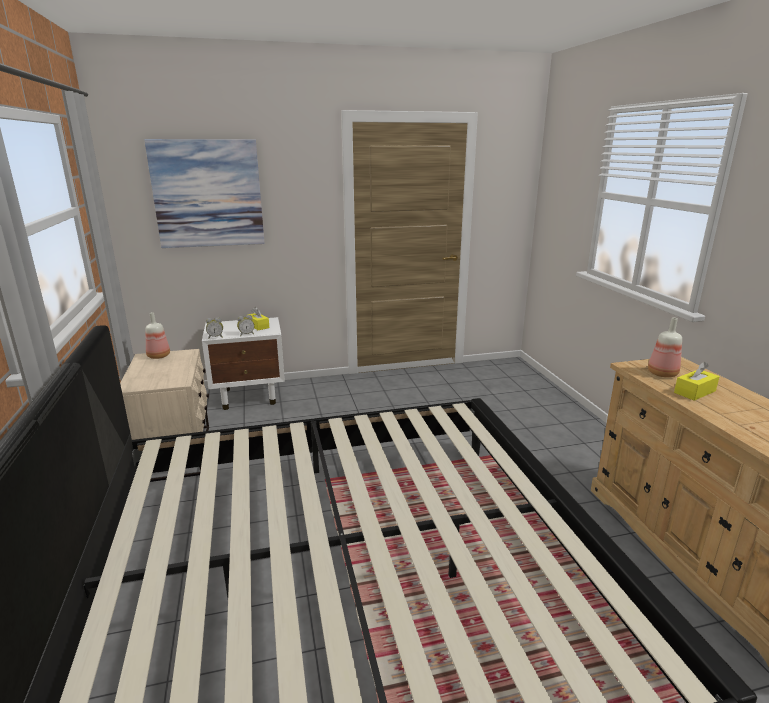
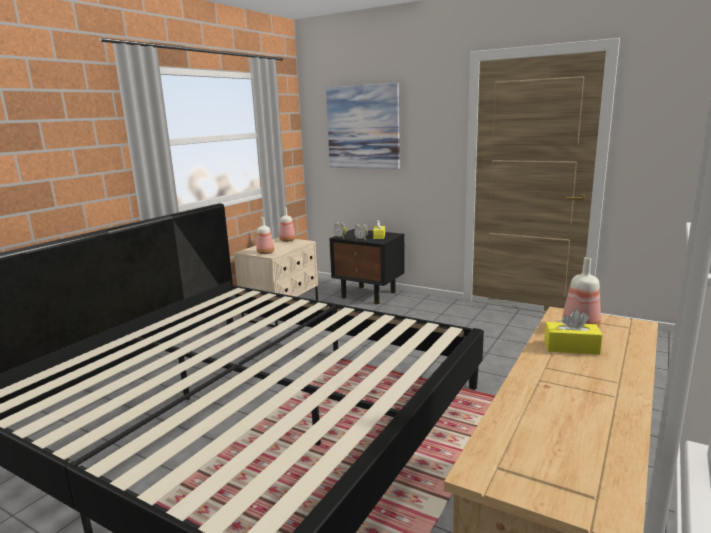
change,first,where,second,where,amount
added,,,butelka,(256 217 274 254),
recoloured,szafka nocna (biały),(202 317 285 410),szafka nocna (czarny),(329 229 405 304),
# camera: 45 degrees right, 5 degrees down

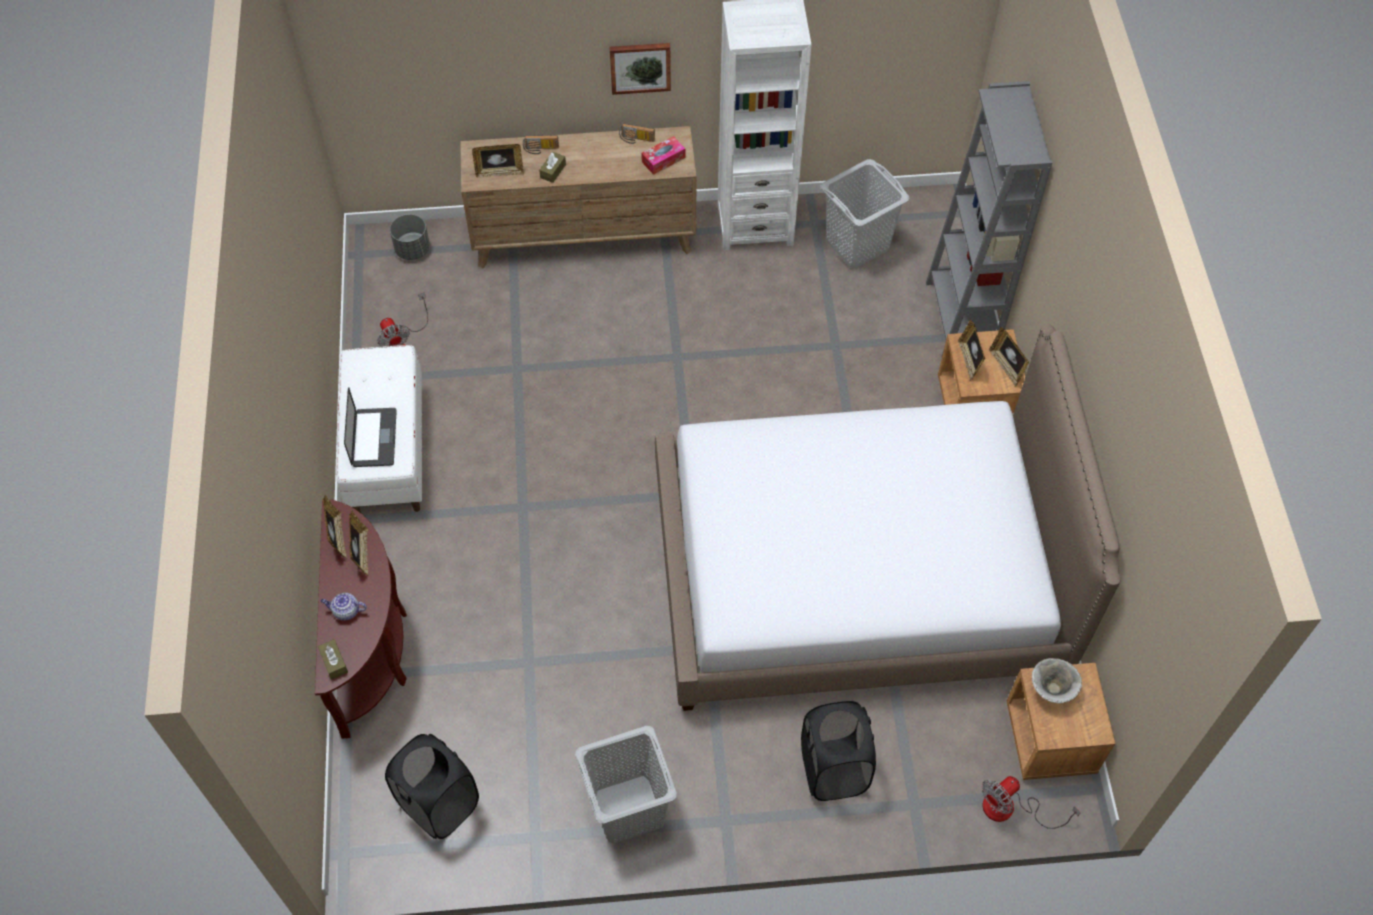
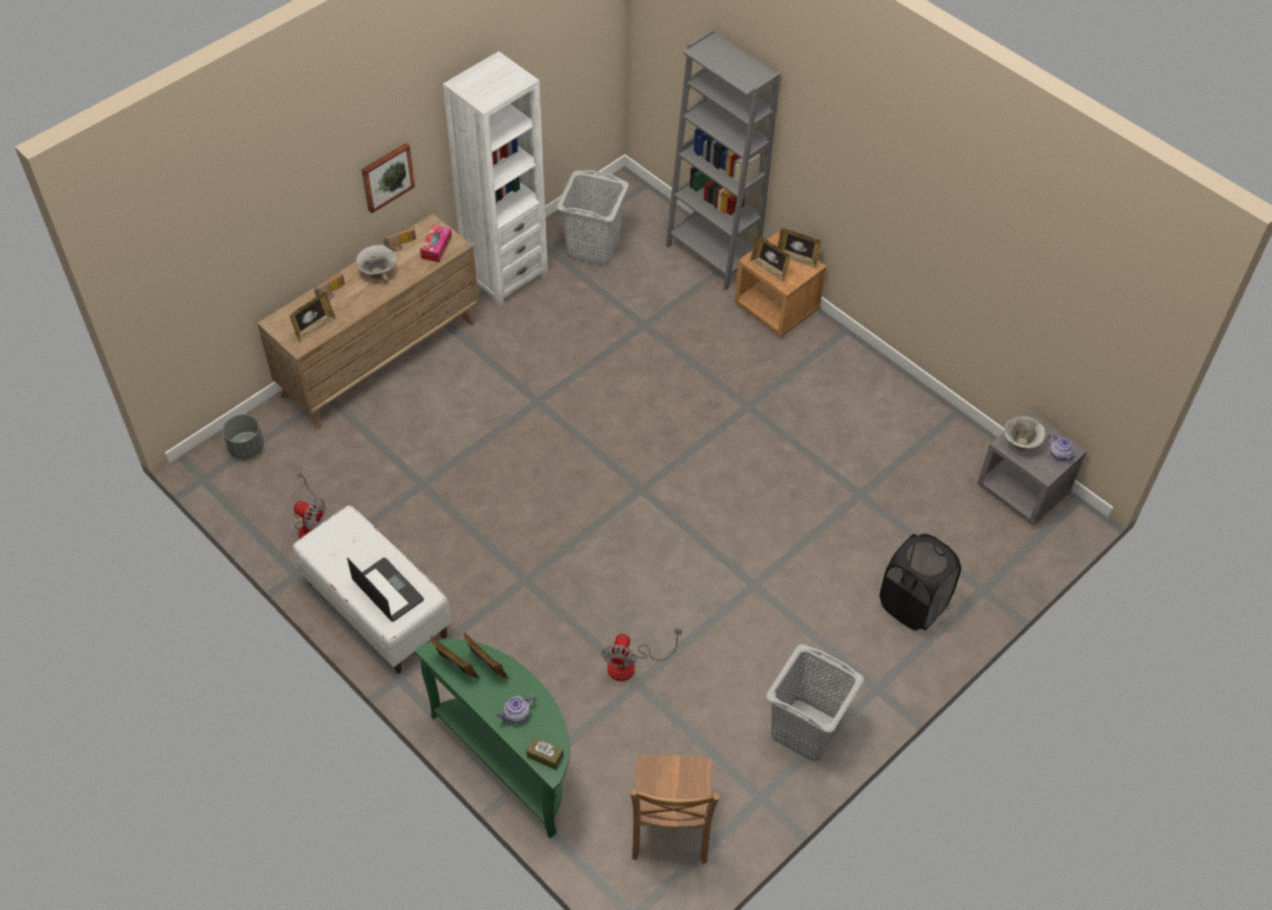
change,first,where,second,where,amount
added,,,miska,(356 245 396 282),
recoloured,stolik konsolowy (brązowy),(315 500 407 739),stolik konsolowy (zielony),(414 639 570 839),
moved,wentylator,(982 776 1081 829),,(601 628 682 681),
replaced,kosz na pranie (czarny),(385 734 479 839),krzesło (brązowy),(630 755 719 864),
recoloured,szafka nocna (brązowy),(1006 663 1115 780),szafka nocna (szary),(977 410 1087 526),
added,,,imbryk,(1048 434 1077 461),
removed,pudełko chusteczek (brązowy),(539 152 566 183),,,
removed,łóżko,(655 324 1120 711),,,
# camera: 40 degrees left, 5 degrees down

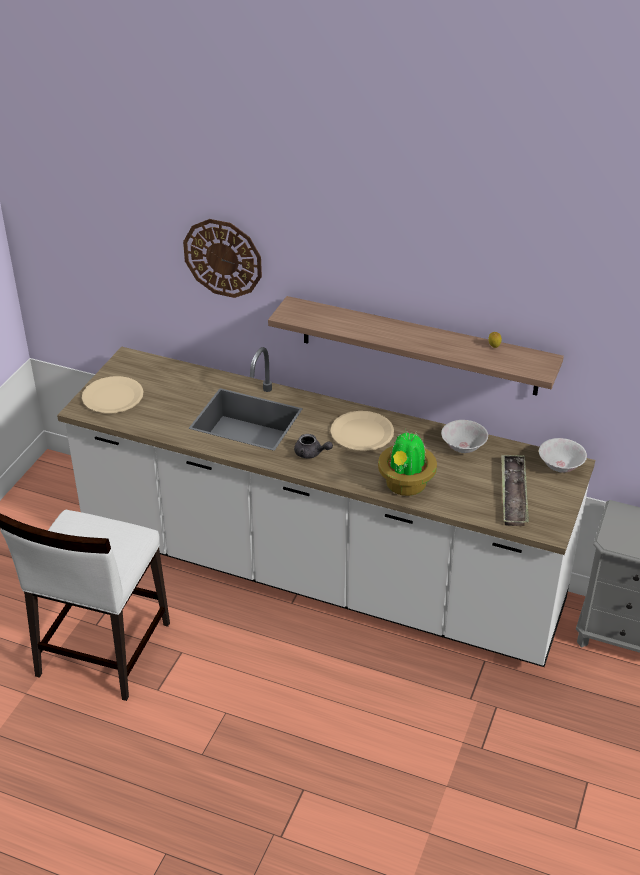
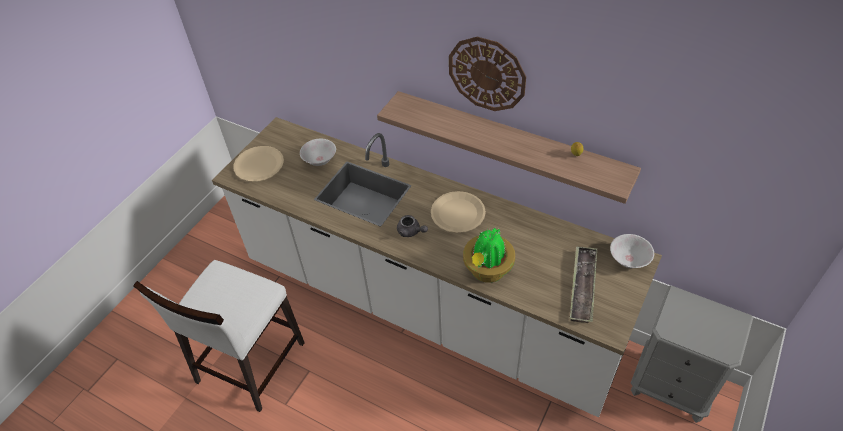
change,first,where,second,where,amount
moved,miska (biały),(441 420 488 453),,(300 139 336 166),
moved,zegar ścienny,(183 219 262 298),,(449 37 526 111),
# camera: 10 degrees right, 10 degrees up

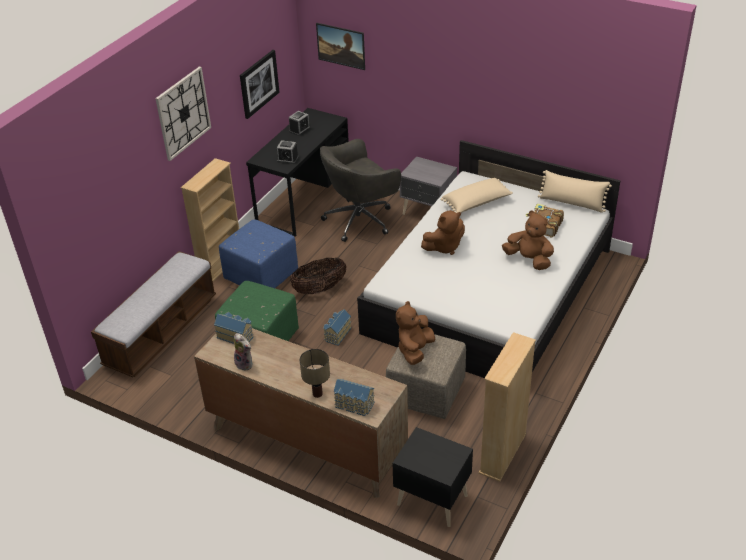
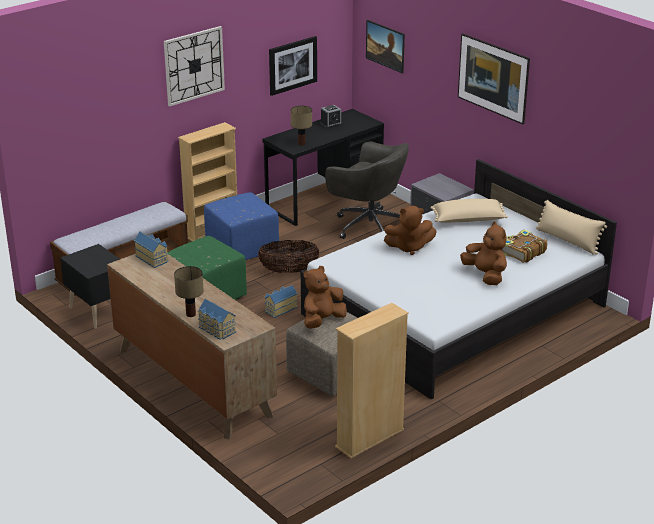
change,first,where,second,where,amount
moved,szafka nocna (czarny),(392 427 473 527),,(60 244 120 329),
replaced,budzik,(277 140 299 164),lampa stołowa,(291 106 312 146),
turned,krzesło biurowe (szary),(320 139 401 242),,(325 141 409 239),135 degrees counterclockwise
added,,,obraz,(458 34 530 124),
removed,pluszak,(234 333 253 371),,,
# camera: 20 degrees right, 10 degrees down

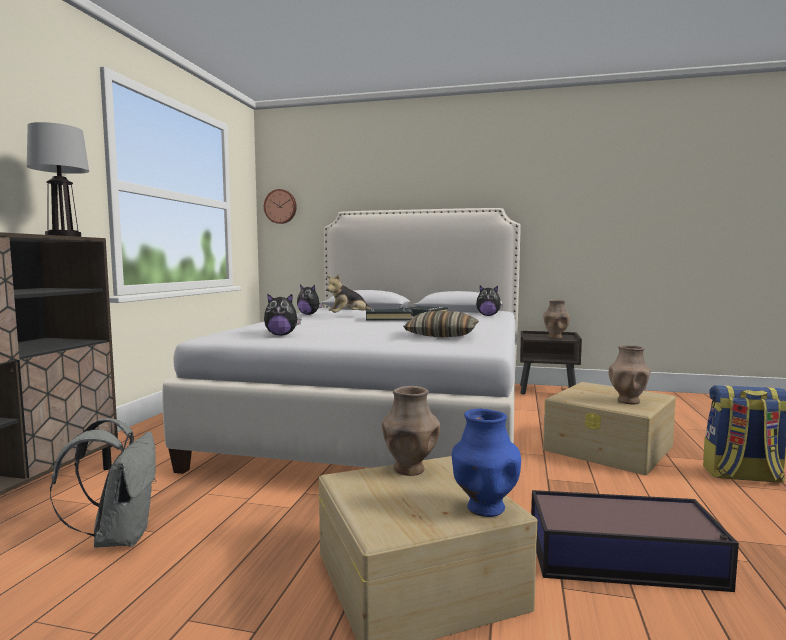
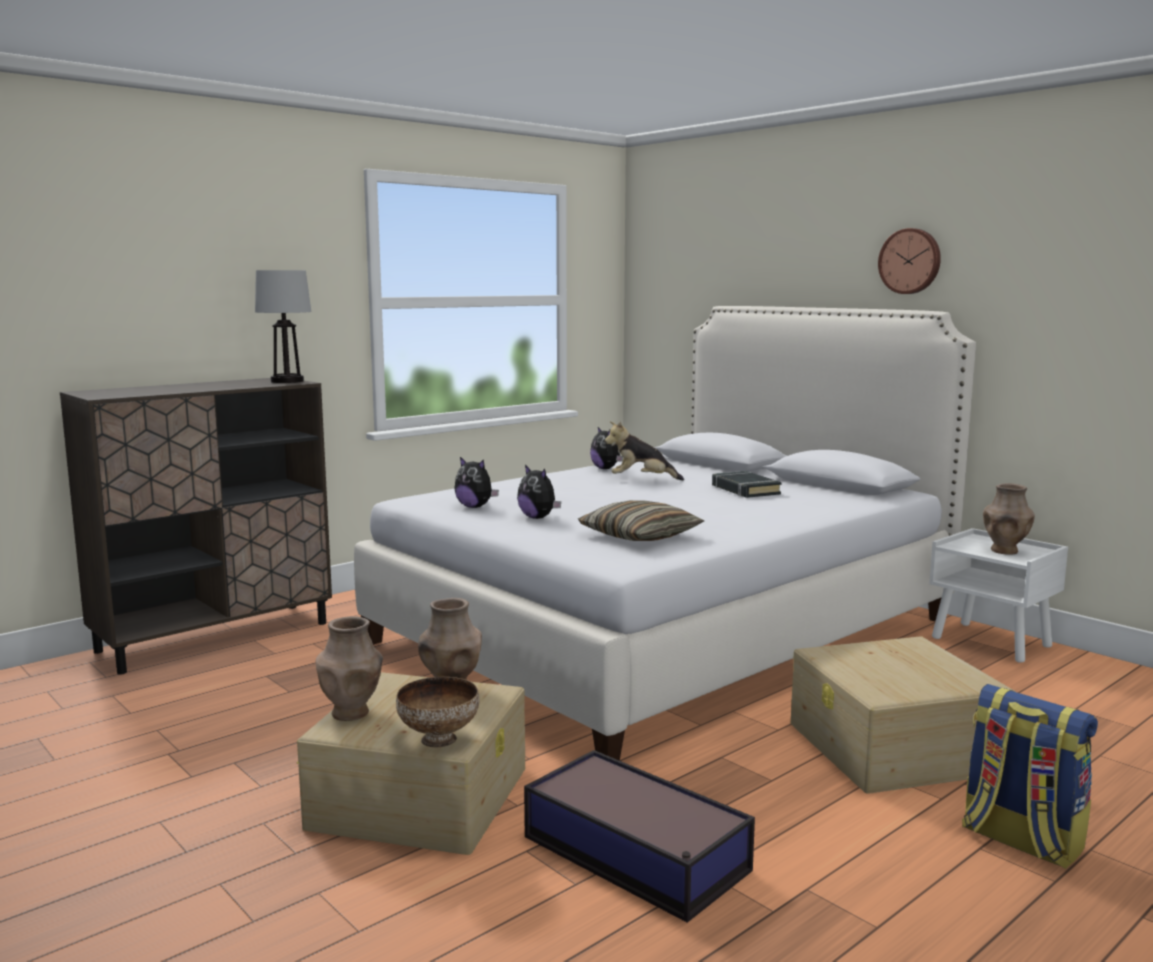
change,first,where,second,where,amount
moved,wazon (brązowy),(609 345 651 404),,(316 616 383 721),
replaced,wazon (niebieski),(452 409 521 517),miska,(396 677 479 747),
moved,pluszak,(476 286 503 316),,(517 465 561 519),
moved,zegar ścienny,(264 189 297 224),,(878 228 941 294),
recoloured,szafka nocna (brązowy),(520 331 582 394),szafka nocna (biały),(929 528 1068 663),
removed,plecak (szary),(50 418 157 547),,,
removed,książka (czarny),(366 309 412 321),,,
# camera: 35 degrees right, 5 degrees up

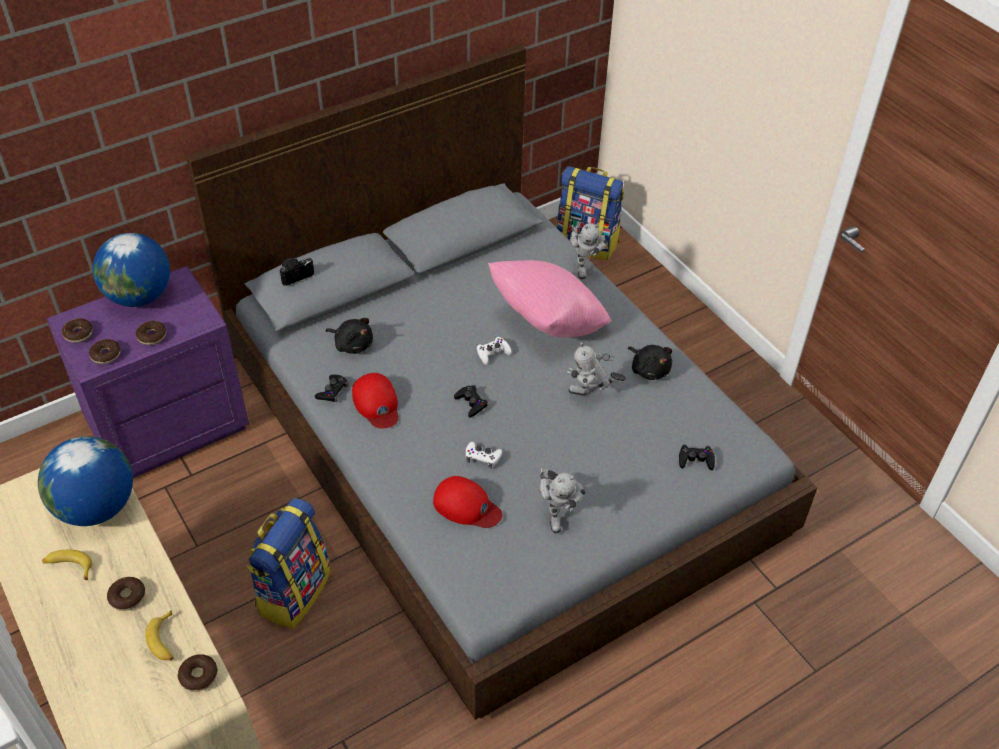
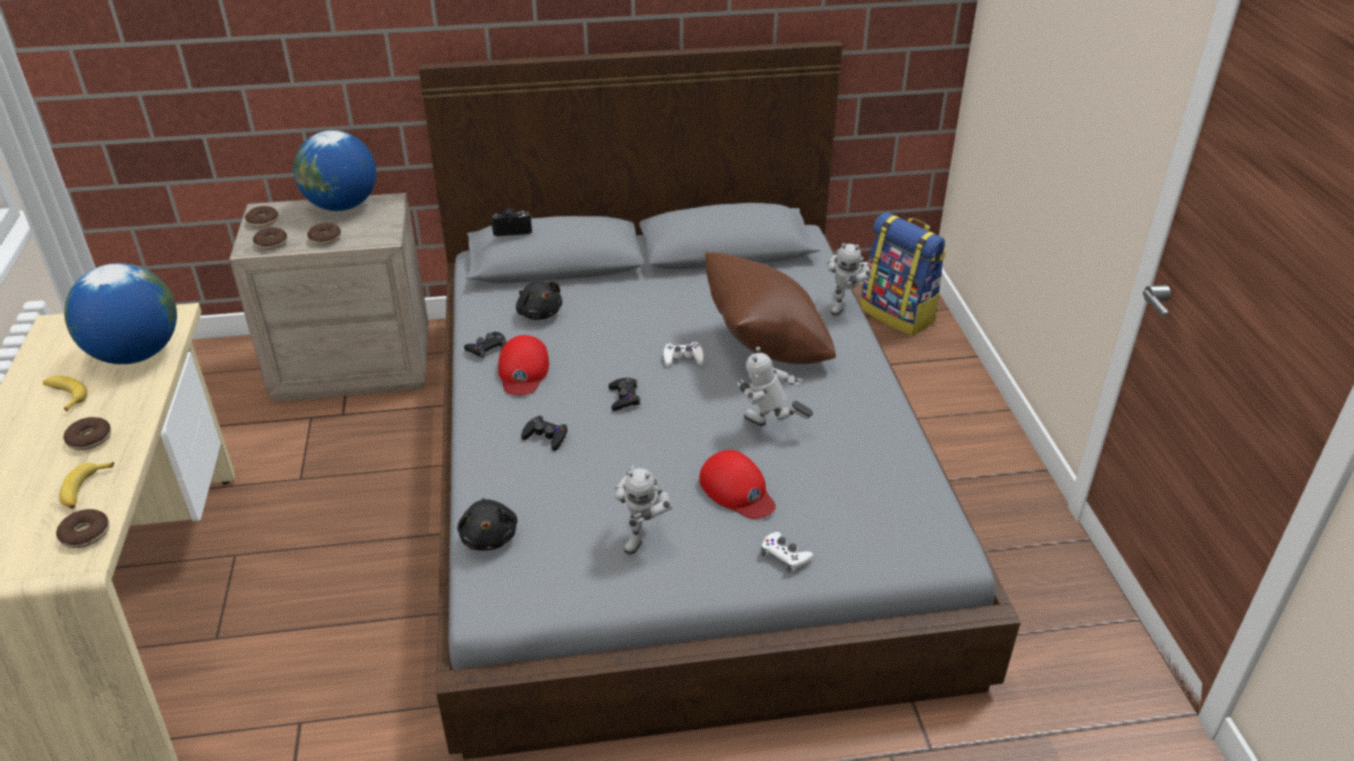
change,first,where,second,where,amount
recoloured,szafka nocna (fioletowy),(46 266 249 478),szafka nocna (beżowy),(229 193 429 402),
moved,pluszak (czarny),(628 345 672 380),,(457 498 517 551),
moved,pad do gier (czarny),(679 444 715 470),,(521 416 567 451),
moved,czapka z daszkiem (czerwony),(433 476 502 528),,(699 450 776 519),
recoloured,poduszka (różowy),(488 260 611 337),poduszka (brązowy),(705 252 836 364),
moved,pad do gier (biały),(466 442 502 469),,(761 532 813 573),
removed,plecak,(246 498 331 629),,,
# camera: 25 degrees right, 10 degrees down

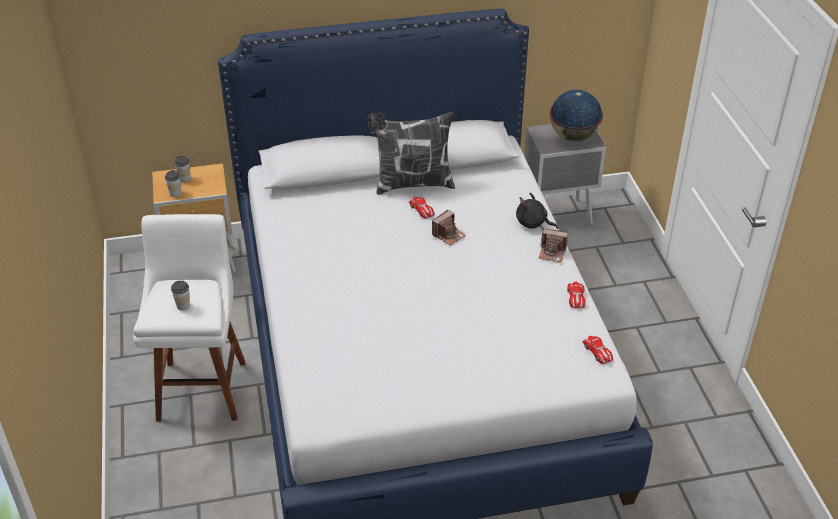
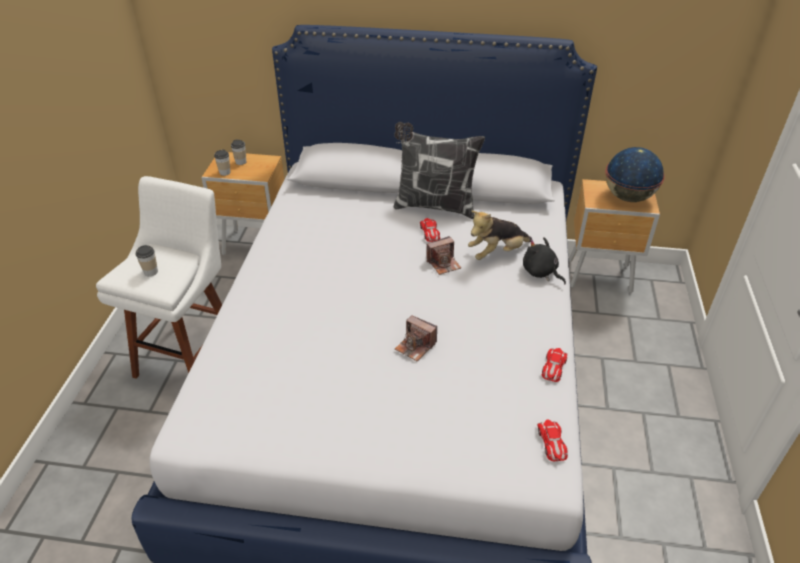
change,first,where,second,where,amount
moved,aparat fotograficzny,(539 229 568 263),,(395 315 437 361),
added,,,pluszak,(468 211 532 260),
recoloured,szafka nocna (szary),(524 124 606 225),szafka nocna (brązowy),(569 179 660 293),
# camera: 20 degrees right, 0 degrees up

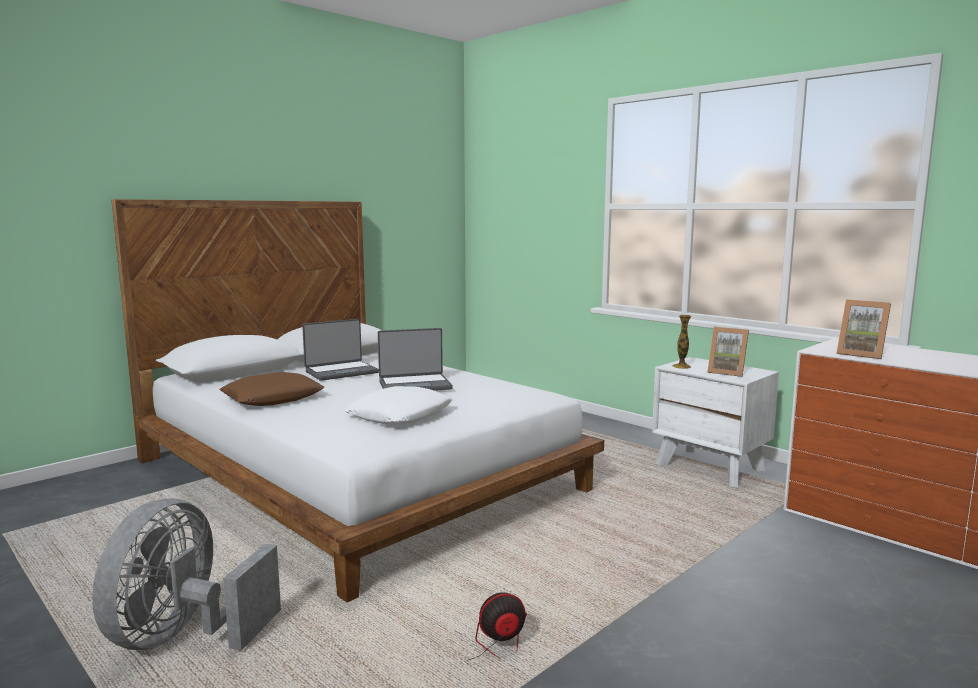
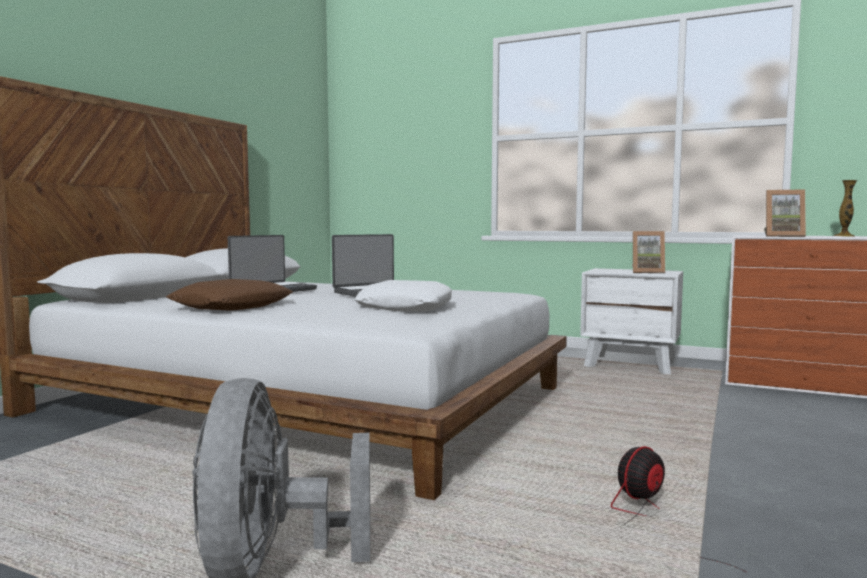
change,first,where,second,where,amount
moved,wazon,(673 315 692 369),,(833 180 857 237),
# camera: 20 degrees left, 5 degrees down

